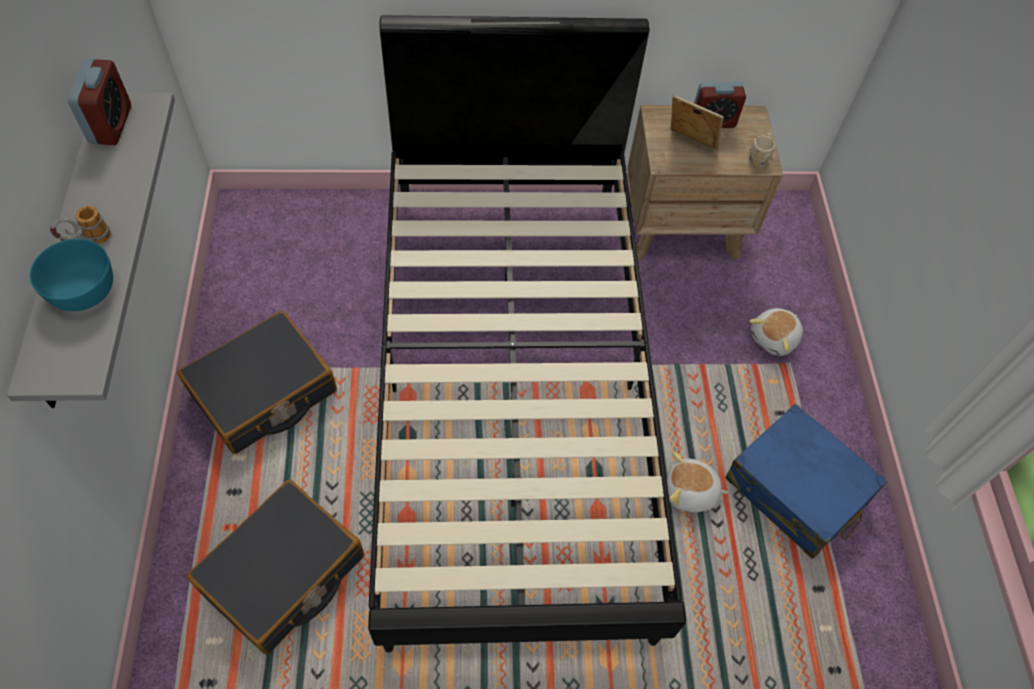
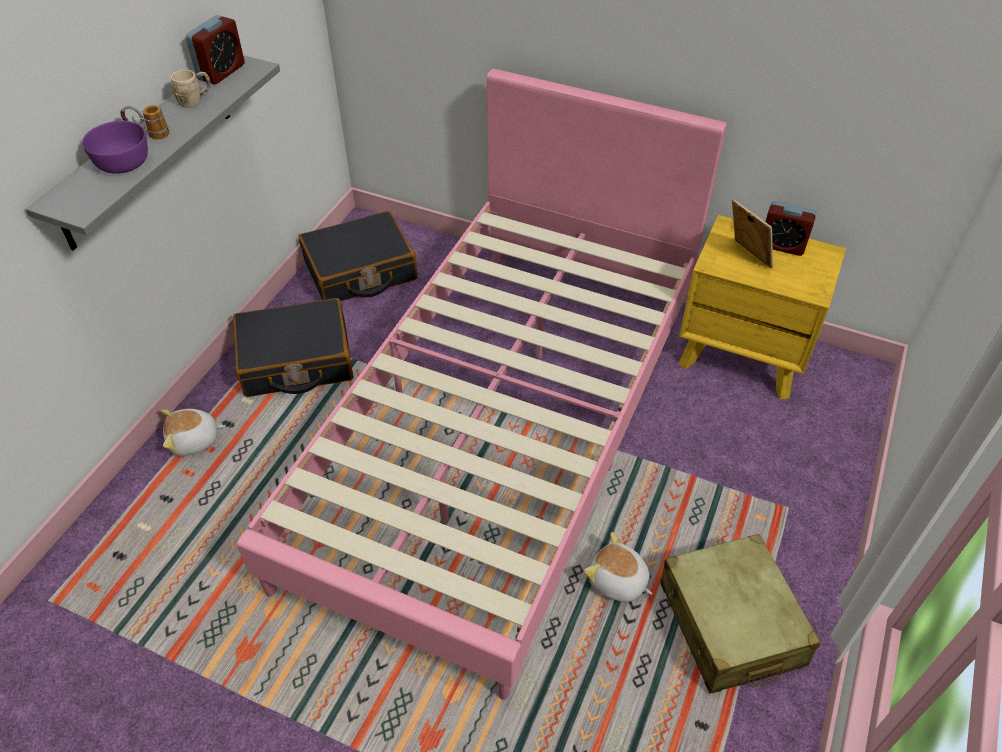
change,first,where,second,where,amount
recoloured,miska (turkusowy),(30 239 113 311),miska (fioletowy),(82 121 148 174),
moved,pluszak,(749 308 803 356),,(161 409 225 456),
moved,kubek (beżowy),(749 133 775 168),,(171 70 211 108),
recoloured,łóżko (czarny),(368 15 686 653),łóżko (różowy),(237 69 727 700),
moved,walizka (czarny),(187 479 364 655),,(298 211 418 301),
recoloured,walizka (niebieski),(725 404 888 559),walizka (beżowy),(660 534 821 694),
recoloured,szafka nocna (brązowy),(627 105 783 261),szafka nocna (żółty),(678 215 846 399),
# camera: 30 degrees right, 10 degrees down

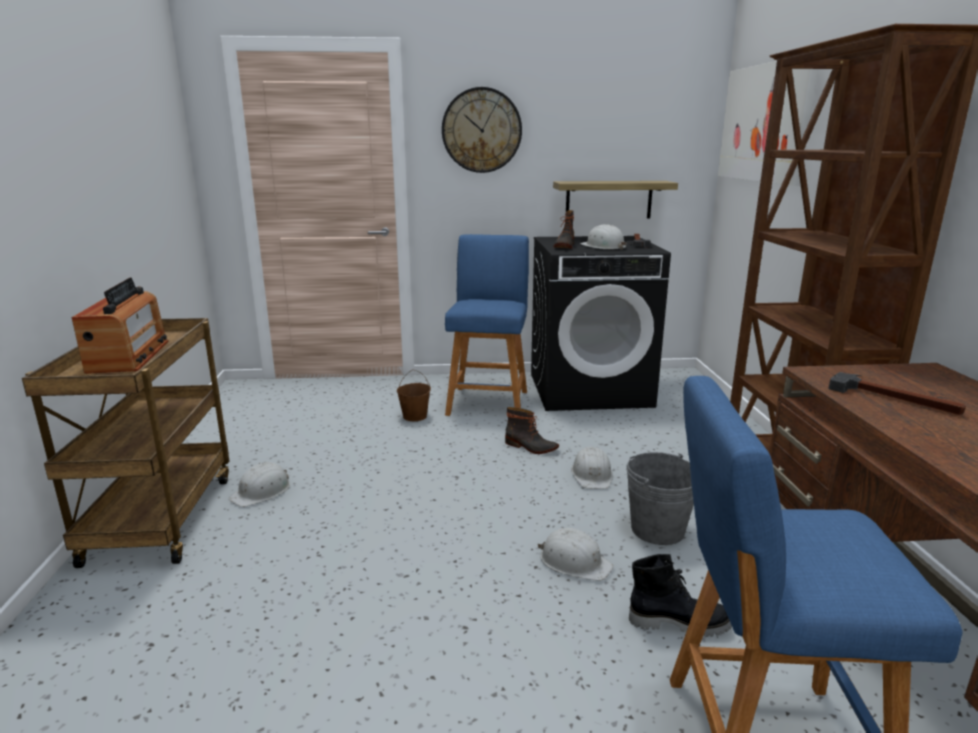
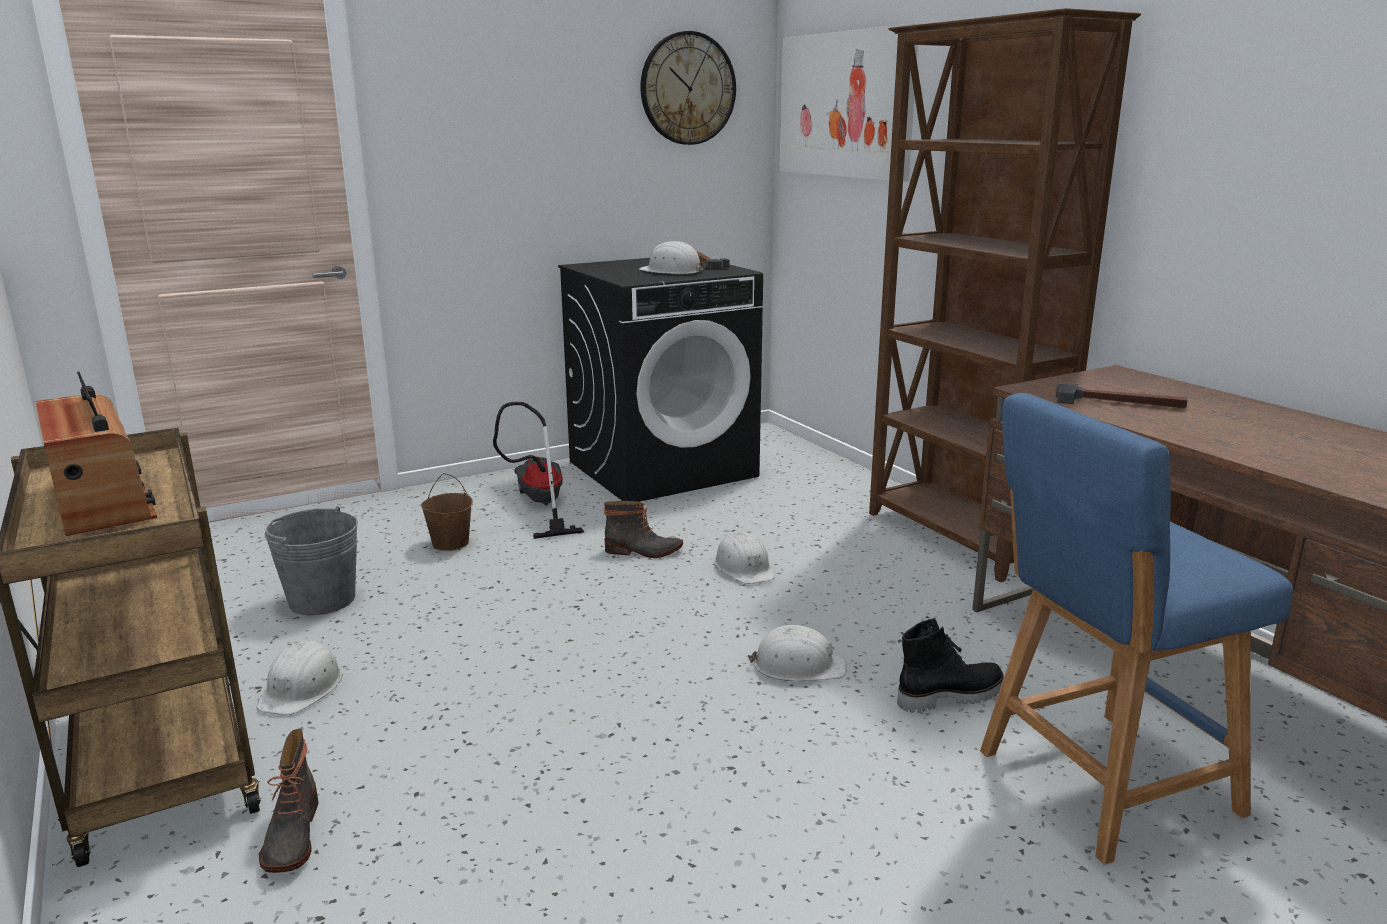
change,first,where,second,where,amount
moved,but z cholewką,(553 210 574 248),,(259 729 319 873),
moved,wiadro (szary),(626 452 694 545),,(265 506 358 615),
replaced,stołek (niebieski),(445 234 529 416),odkurzacz,(493 402 584 539),
moved,zegar ścienny,(442 87 522 173),,(640 31 736 145),
removed,półka,(553 181 678 219),,,
# camera: 25 degrees left, 0 degrees up

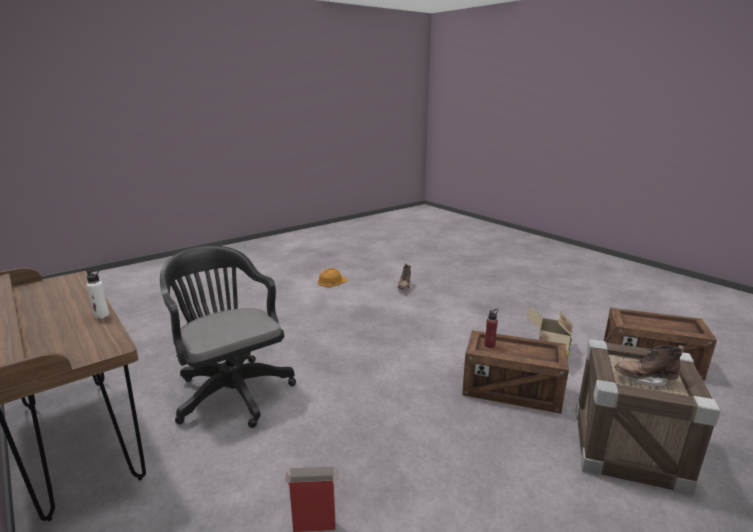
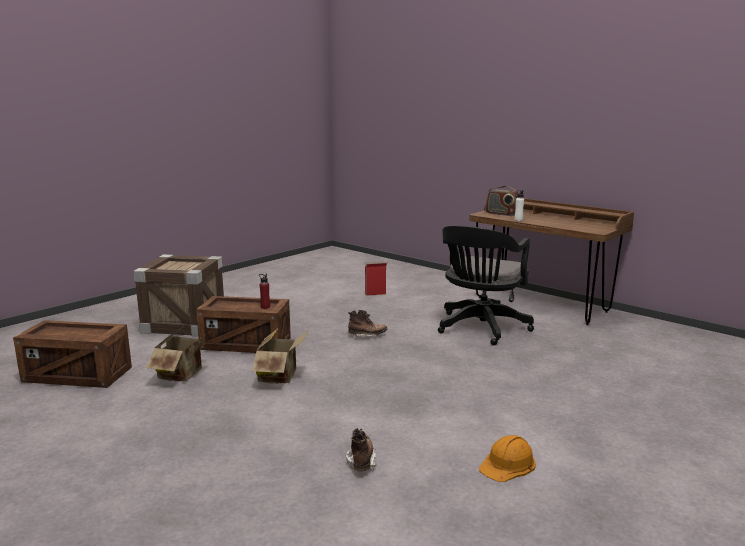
change,first,where,second,where,amount
added,,,karton,(252 329 309 384),
moved,but z cholewką (brązowy),(614 345 685 387),,(348 310 387 339),
turned,krzesło biurowe (czarny),(160 246 296 428),,(438 226 534 345),75 degrees clockwise
added,,,radio,(485 186 518 216),
# camera: 170 degrees right, 5 degrees down

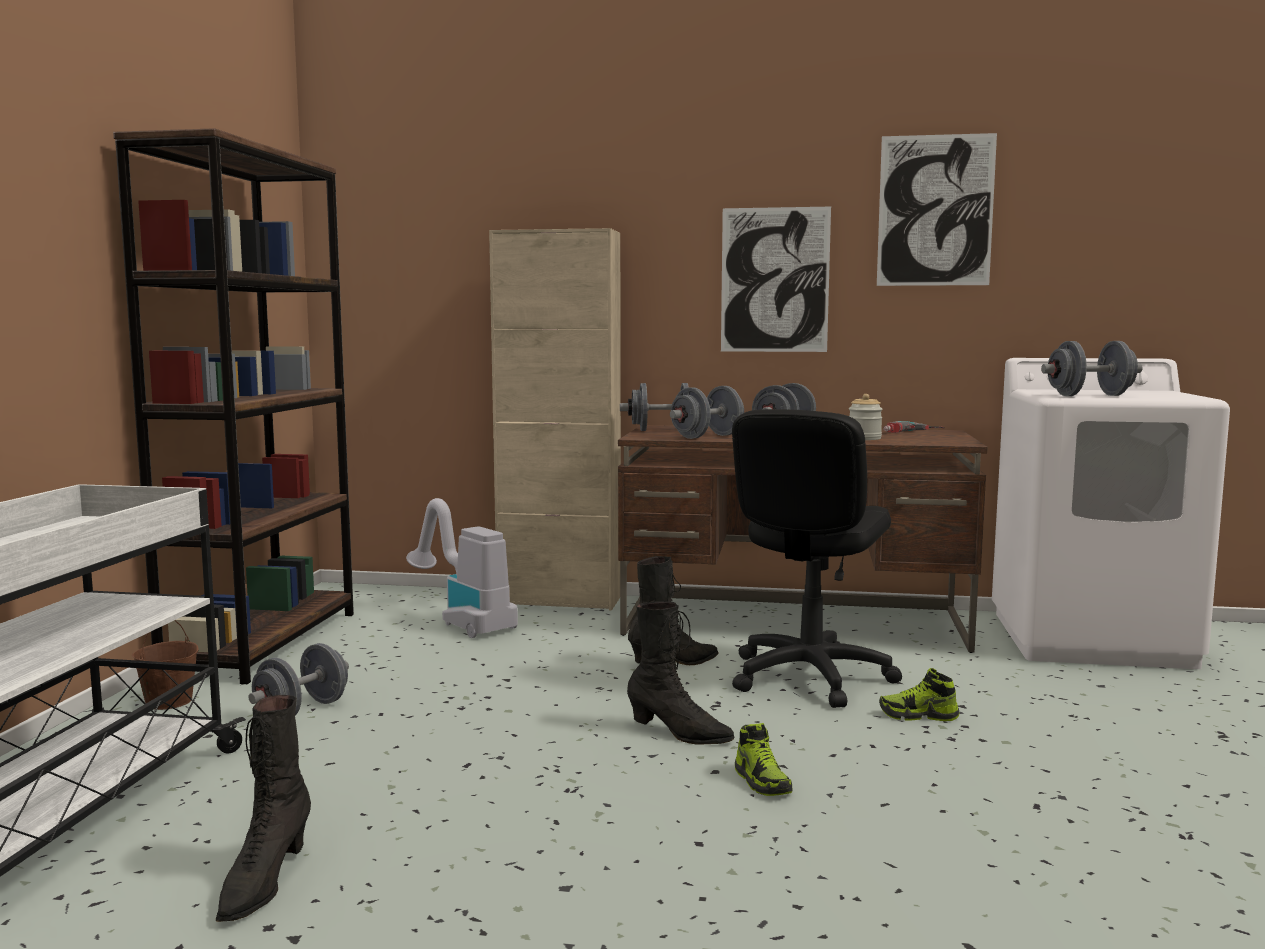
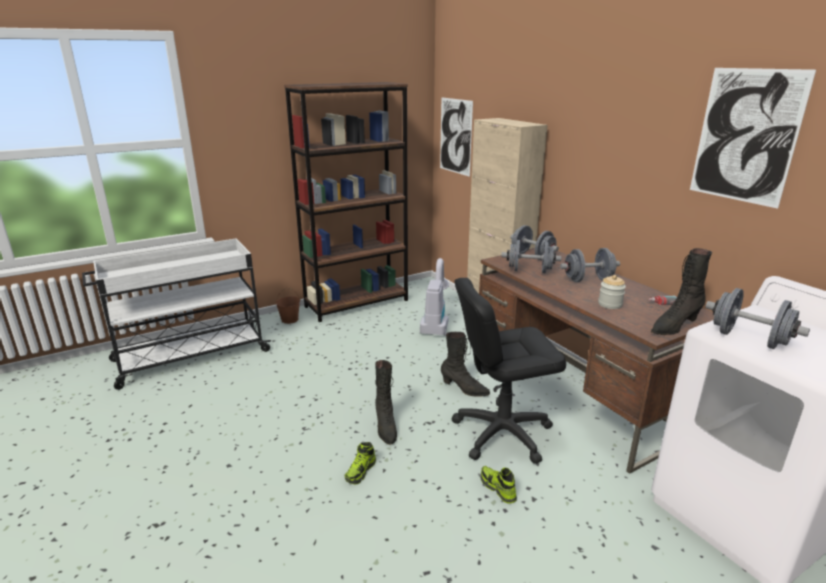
change,first,where,second,where,amount
moved,obraz,(721 207 831 352),,(440 97 473 177),
moved,but z cholewką (czarny),(216 695 311 922),,(651 248 712 335),
removed,hantel (szary),(248 643 349 715),,,
# camera: 50 degrees right, 15 degrees up

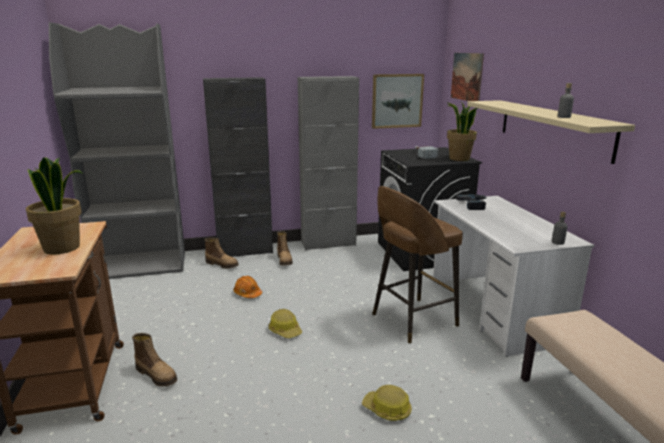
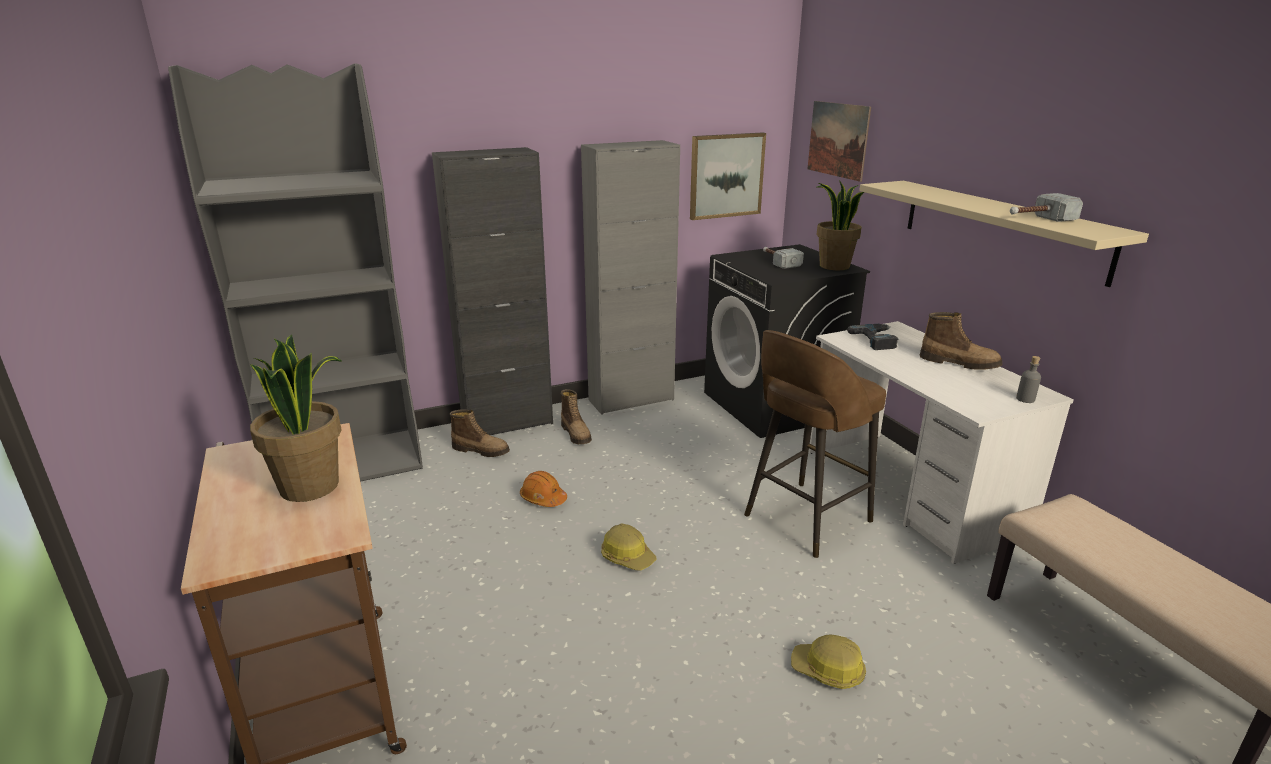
change,first,where,second,where,amount
moved,but z cholewką,(132 333 177 386),,(920 312 1002 370),
replaced,butelka (szary),(557 83 574 118),młotek,(1010 193 1083 222),
# camera: 10 degrees left, 5 degrees up

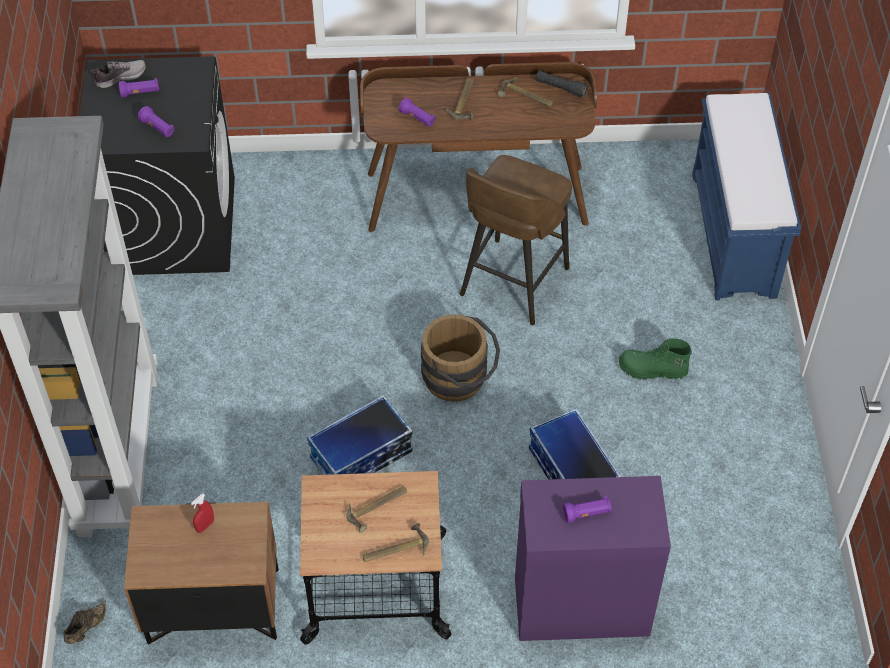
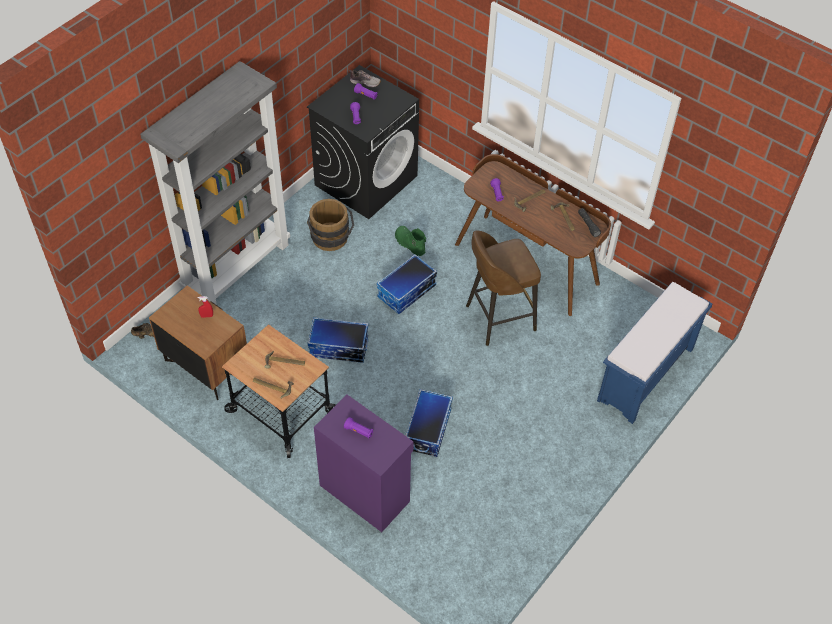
change,first,where,second,where,amount
moved,wiadro (brązowy),(421 314 500 402),,(307 199 354 251),
added,,,pojemnik do przechowywania,(377 254 437 314),
moved,but z cholewką (zielony),(619 338 692 380),,(395 226 426 256),
# camera: 40 degrees right, 0 degrees up

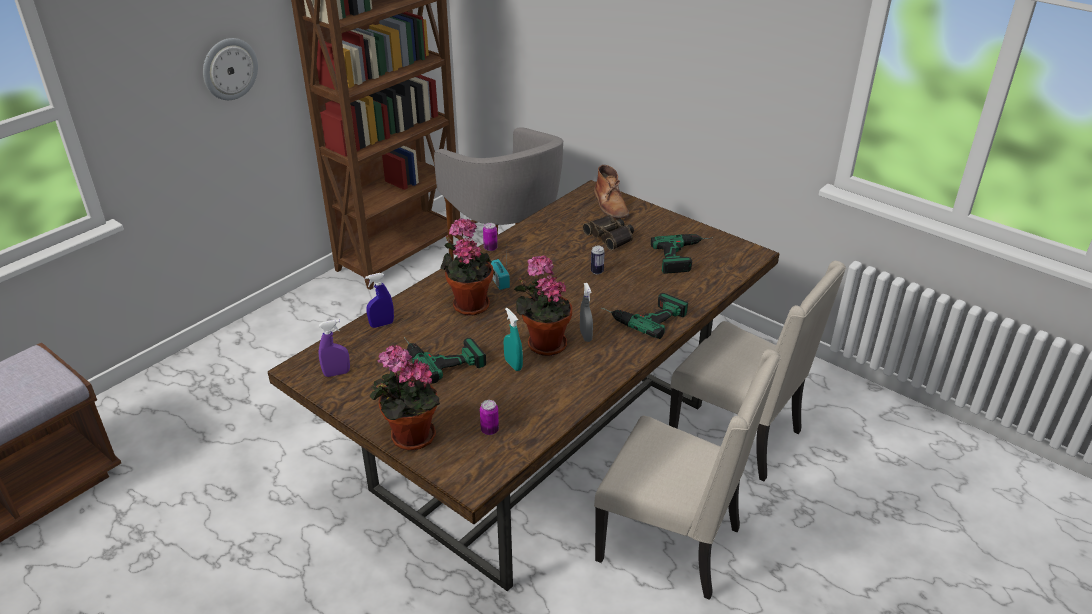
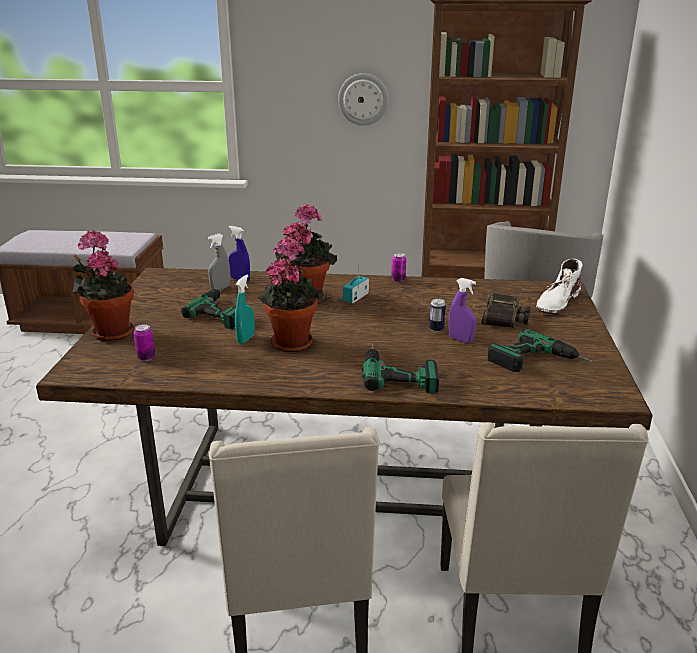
change,first,where,second,where,amount
moved,spryskiwacz (szary),(580 283 593 342),,(208 234 230 290),
moved,spryskiwacz (fioletowy),(319 320 350 377),,(449 278 476 343),
recoloured,but z cholewką (brązowy),(594 165 629 218),but z cholewką (biały),(536 259 583 314),
# camera: 55 degrees right, 10 degrees down

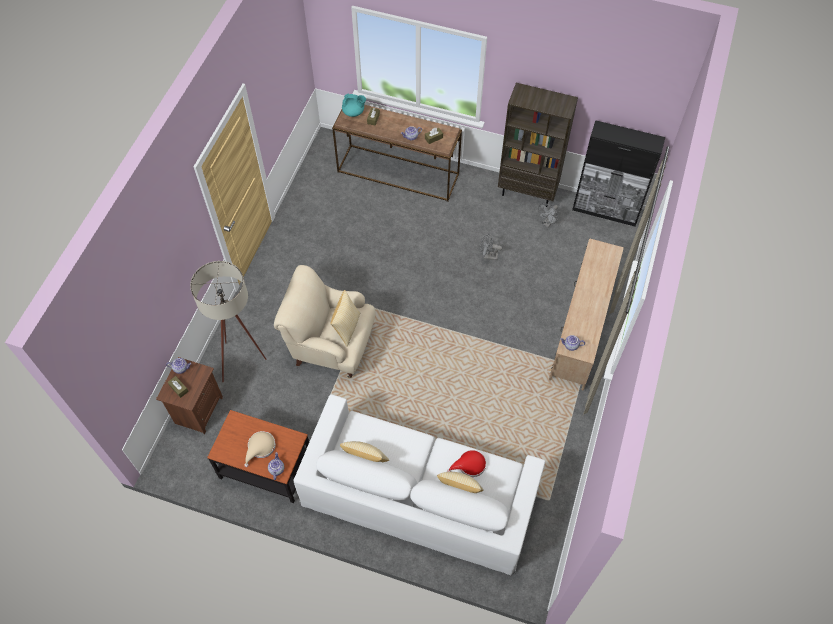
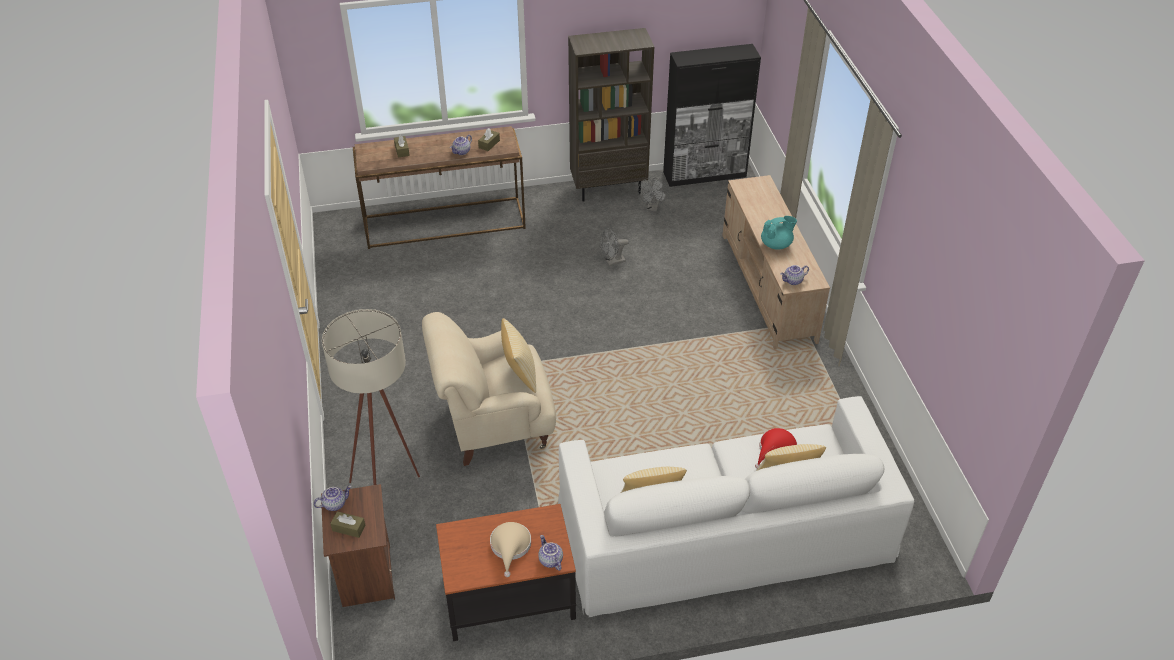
change,first,where,second,where,amount
moved,imbryk (turkusowy),(342 93 366 117),,(761 216 797 250),
# camera: 30 degrees left, 15 degrees down

